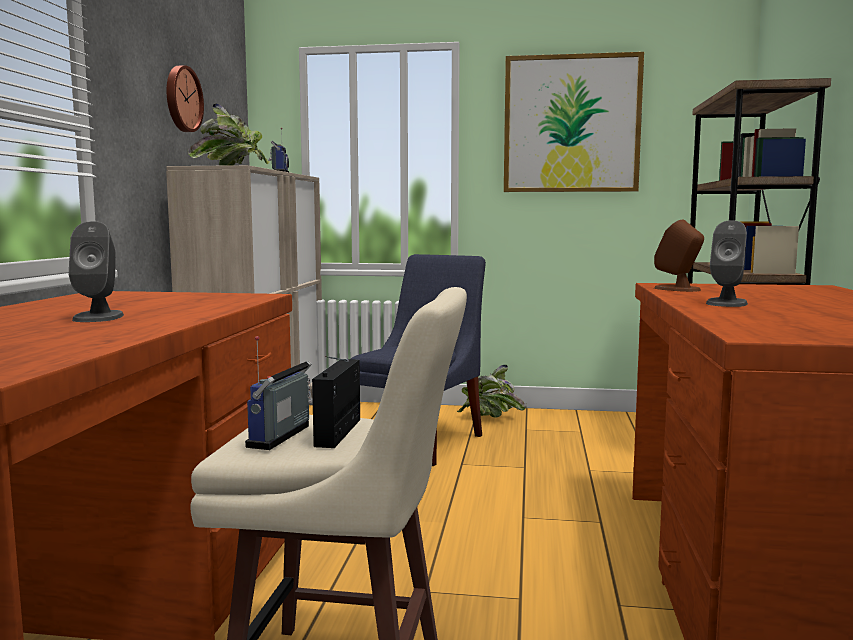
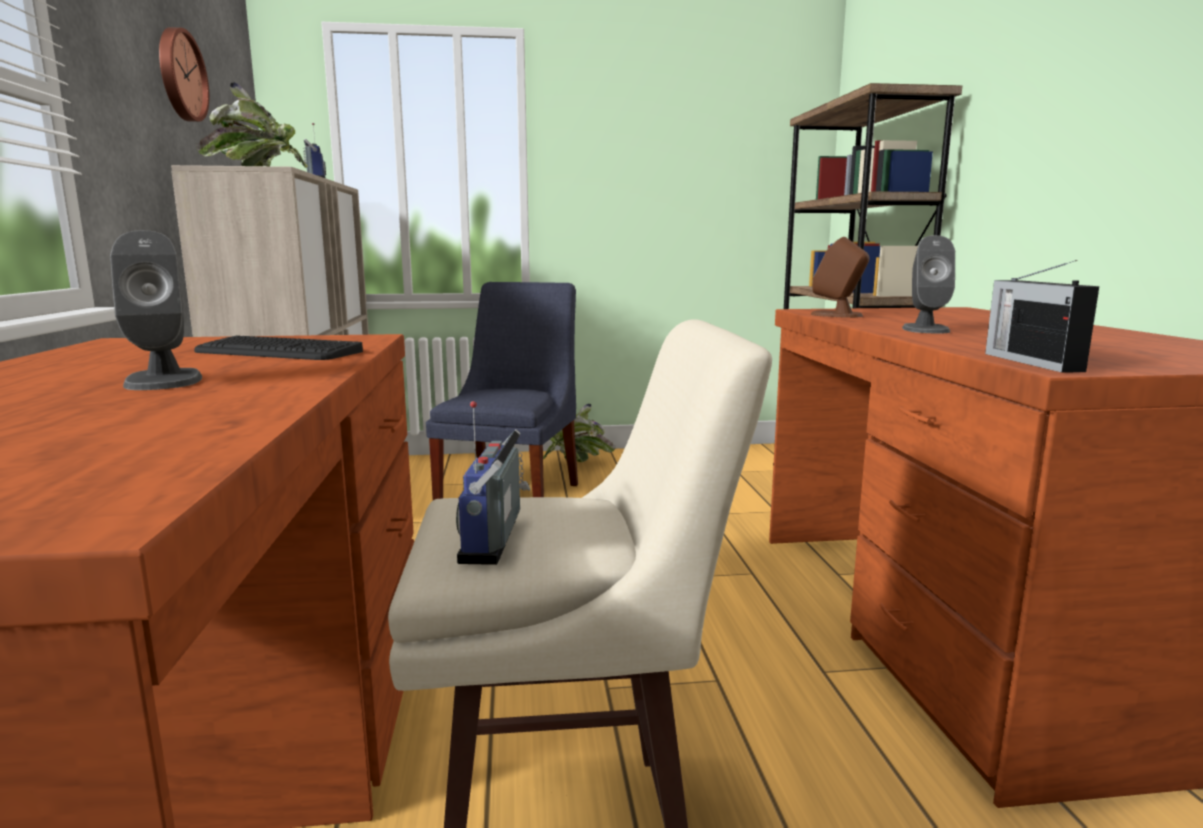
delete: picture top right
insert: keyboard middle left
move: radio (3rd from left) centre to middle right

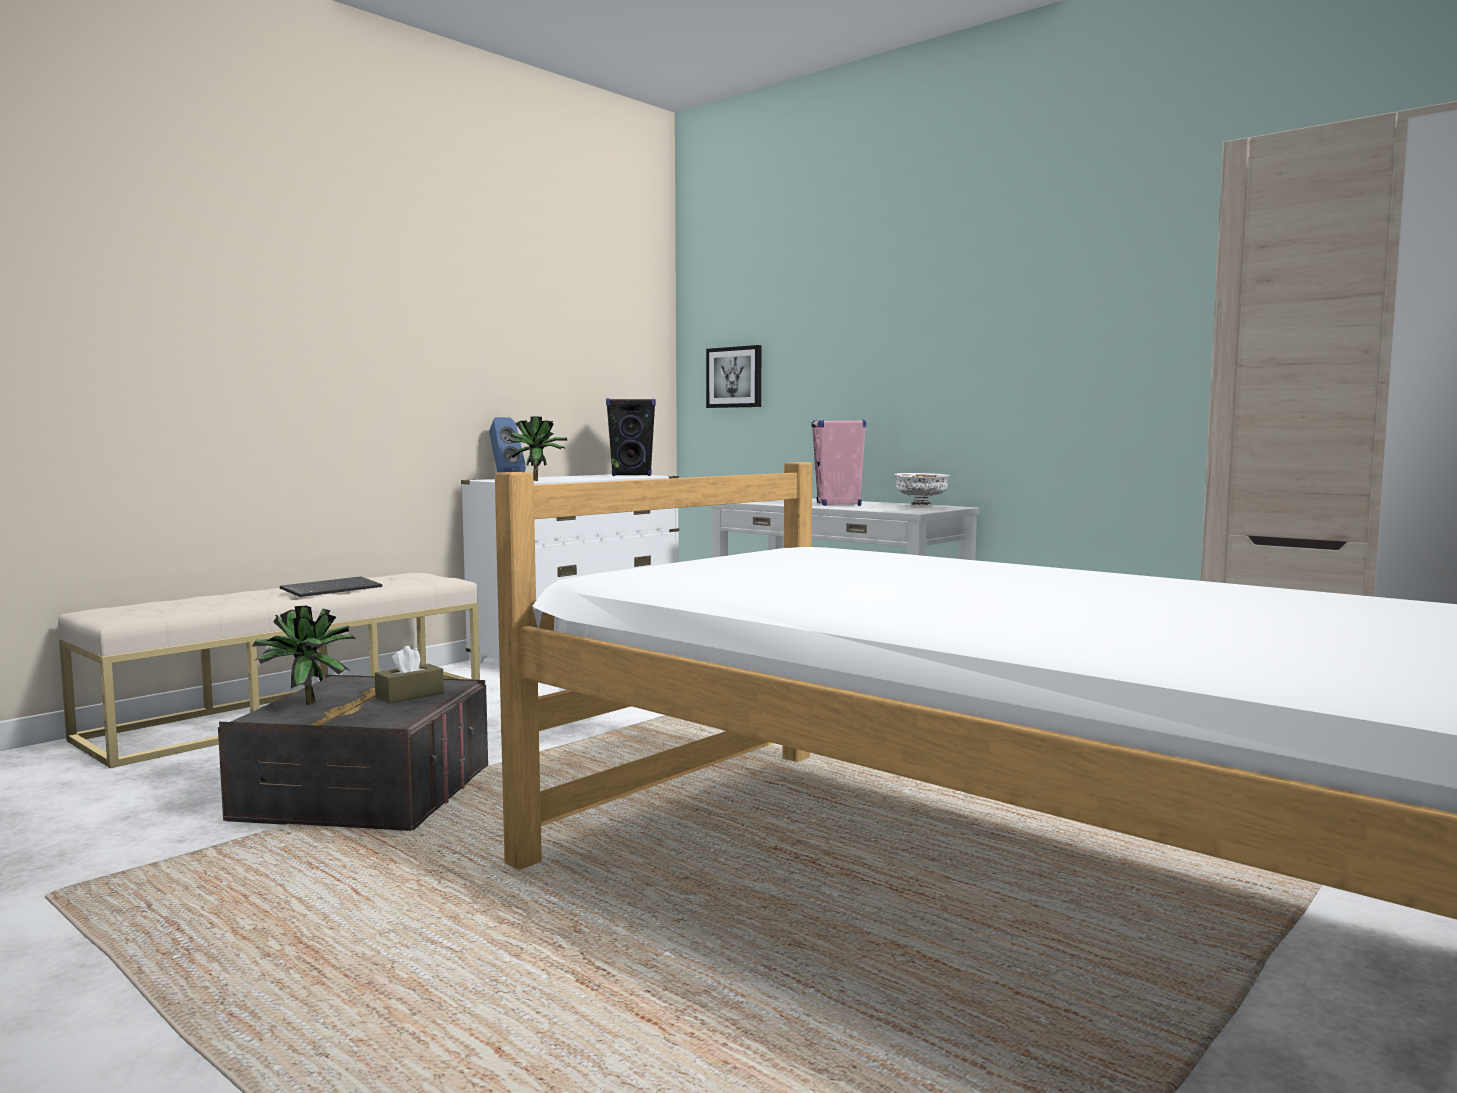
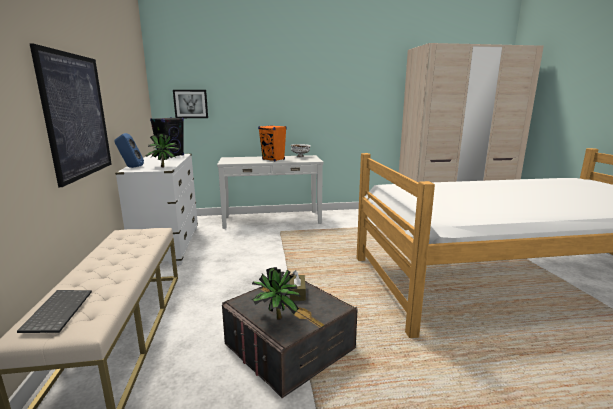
insert: picture (1st from left) top left
move: keyboard middle left to bottom left
recolor: speaker/pink centre to speaker/orange centre

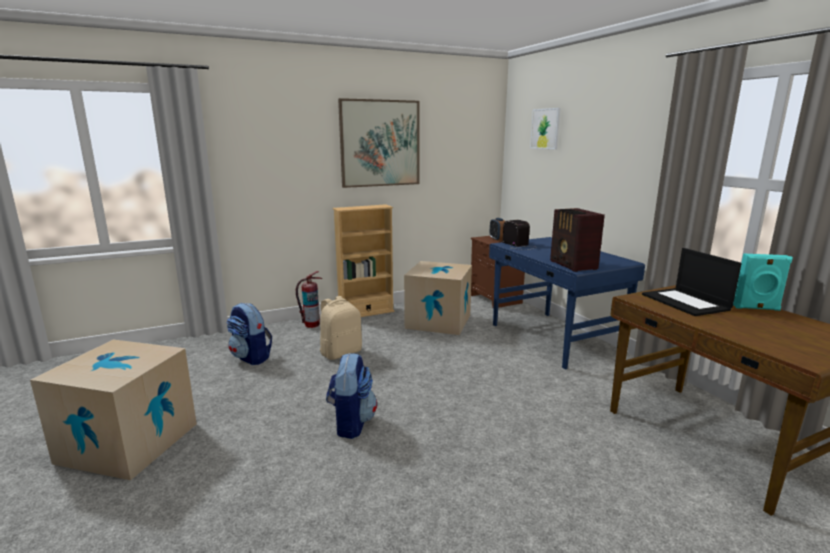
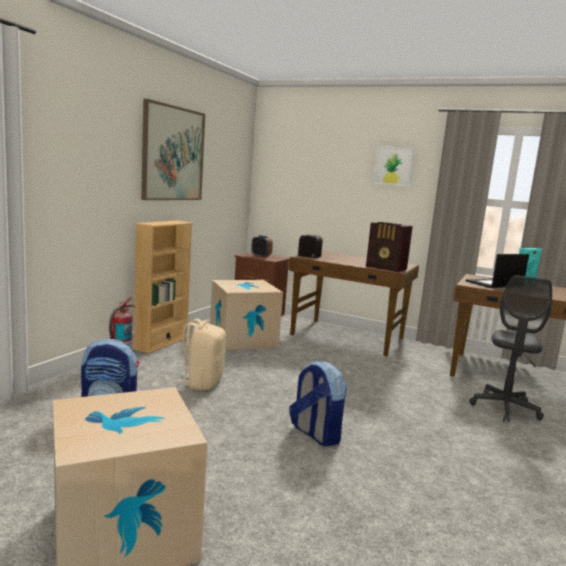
insert: office chair/grey middle right
move: picture (2nd from left) top centre to top right
recolor: desk/blue middle right to desk/brown (1st from left) centre
rotate: laptop middle right = middle right 120 degrees clockwise

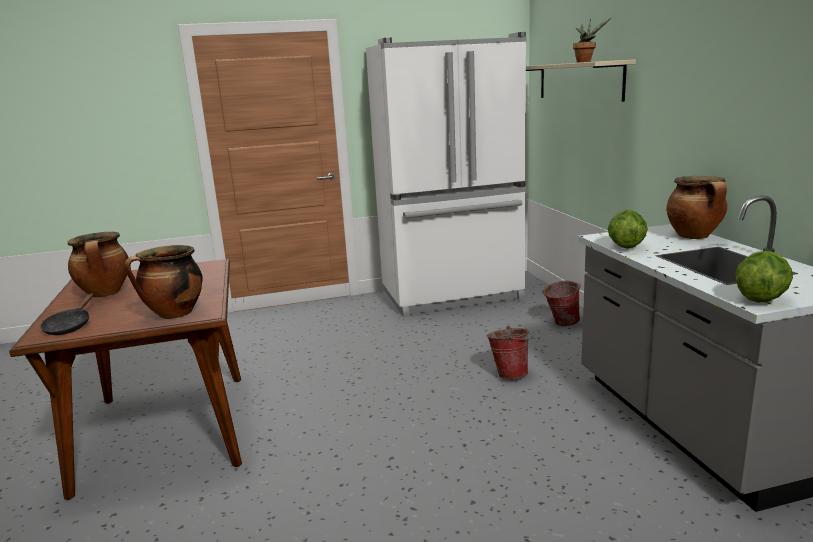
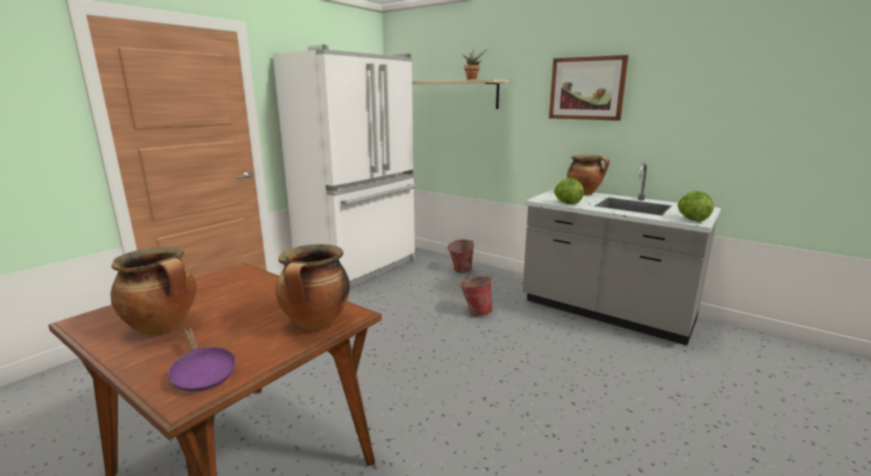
insert: picture top right
recolor: frying pan/black middle left to frying pan/purple bottom left

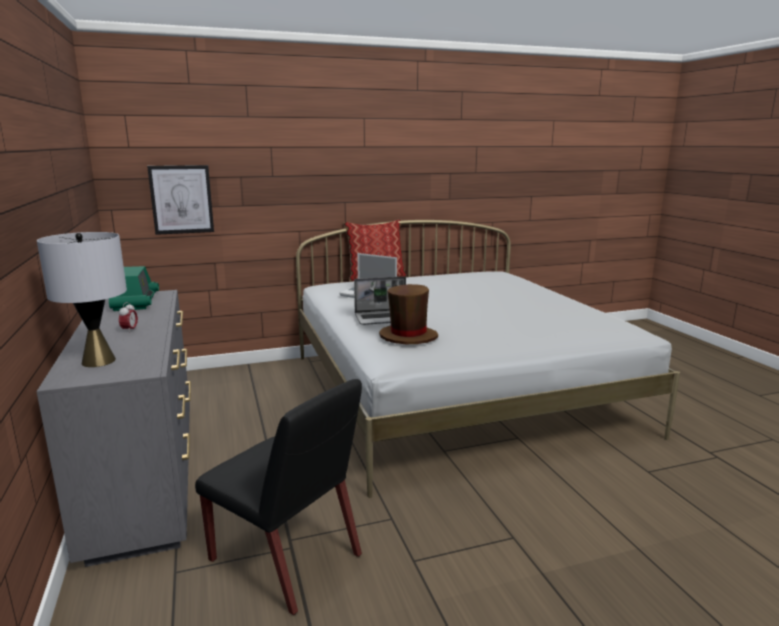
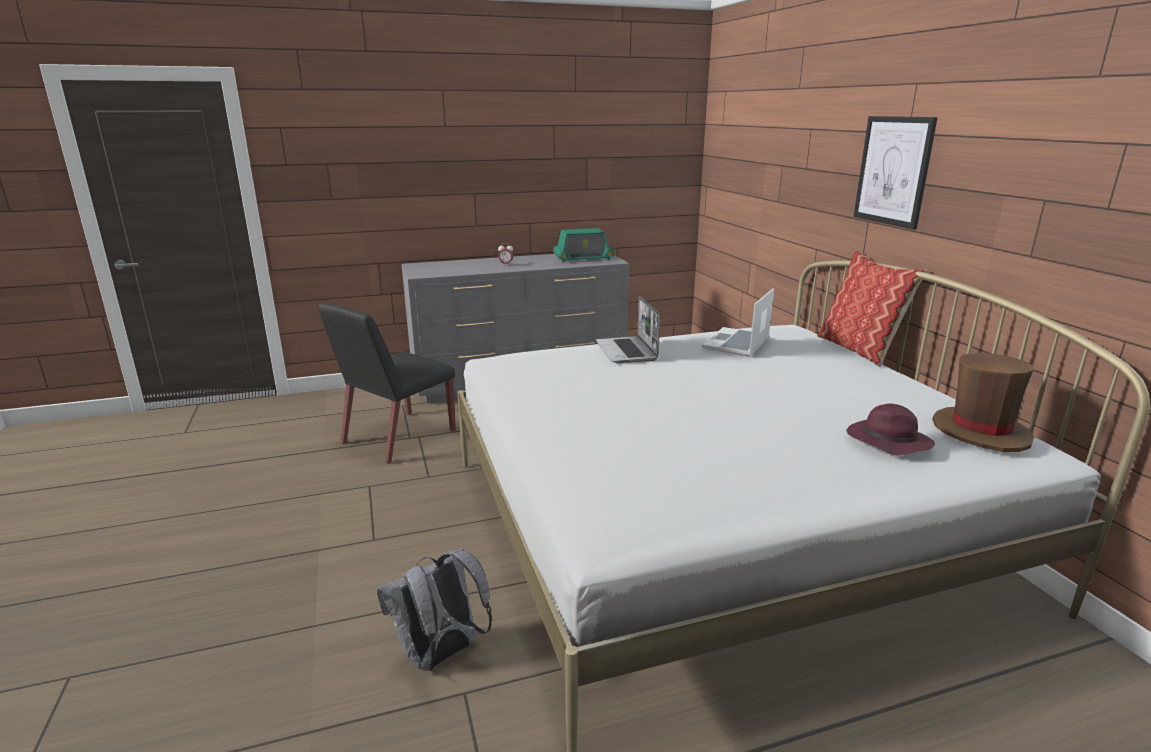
delete: table lamp/grey middle left
insert: backpack/grey bottom centre; hat/purple middle right
move: picture top left to top right; hat/brown centre to middle right

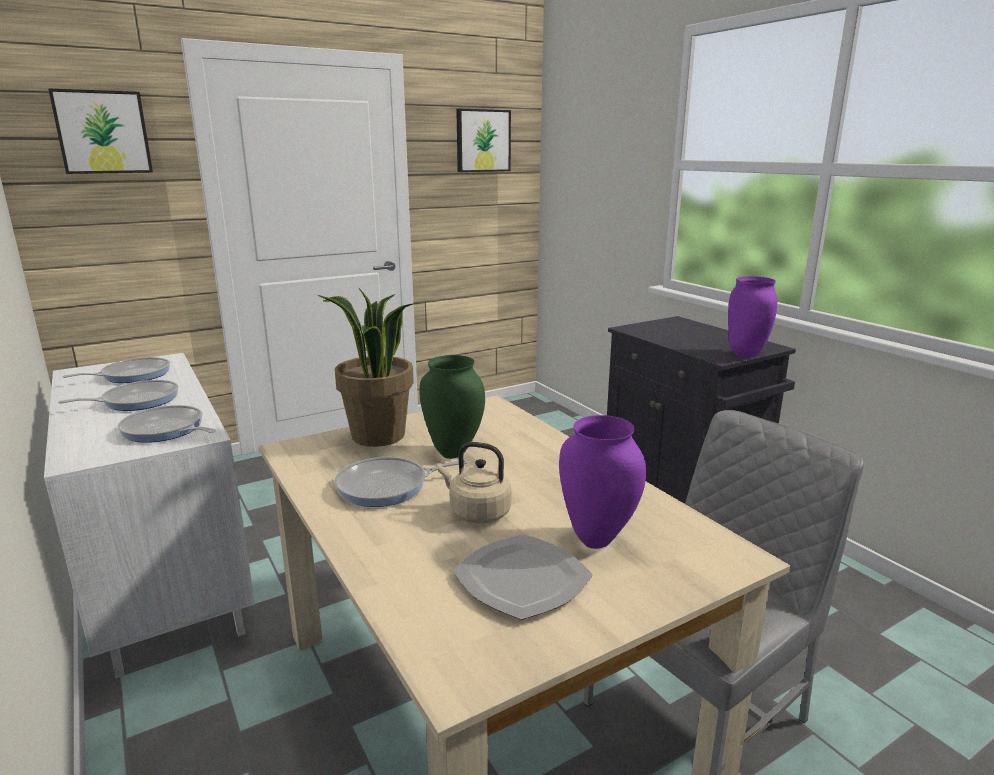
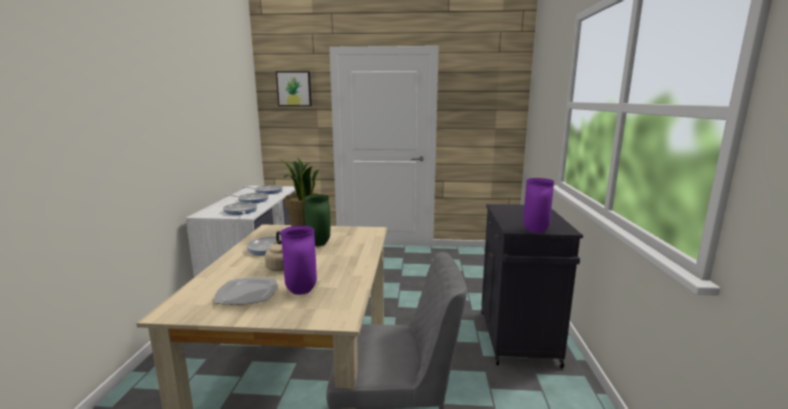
delete: picture (2nd from left) top centre

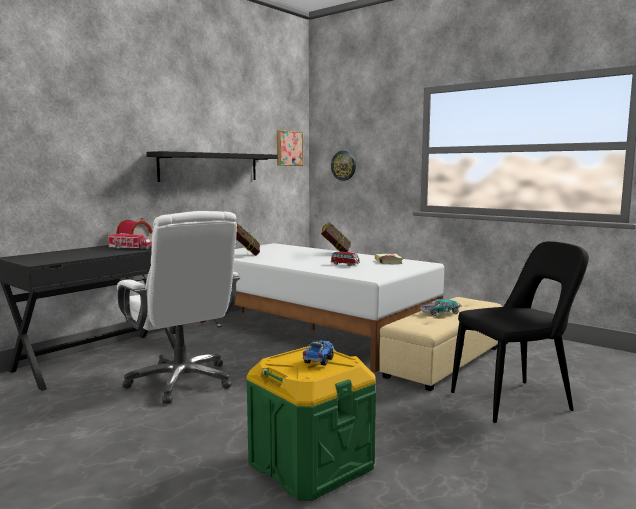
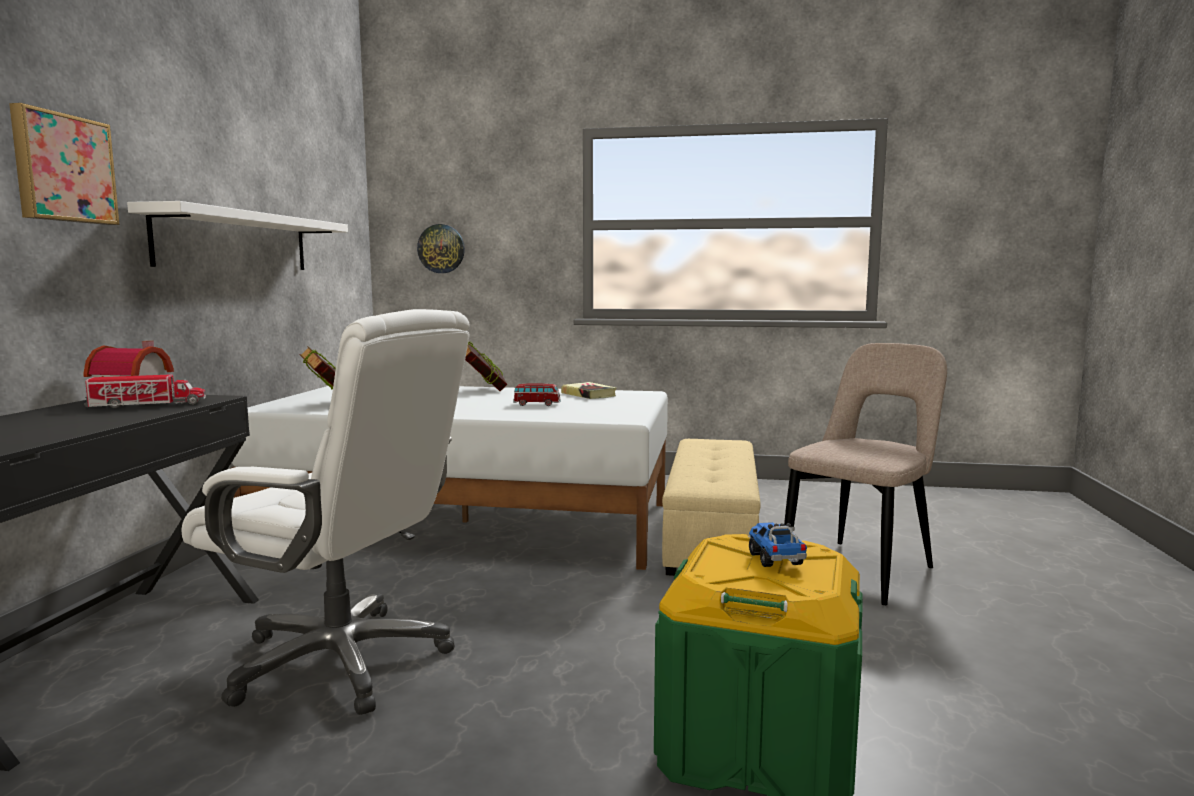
delete: toy car (2nd from left) middle right
move: picture top centre to top left
recolor: shelf/black top centre to shelf/white top left; chair/black middle right to chair/beige middle right

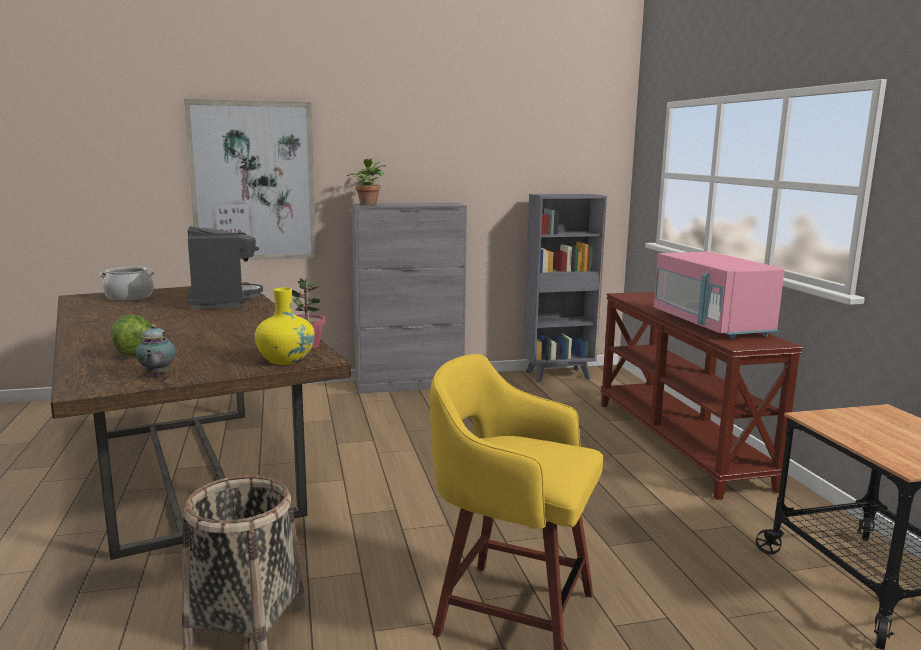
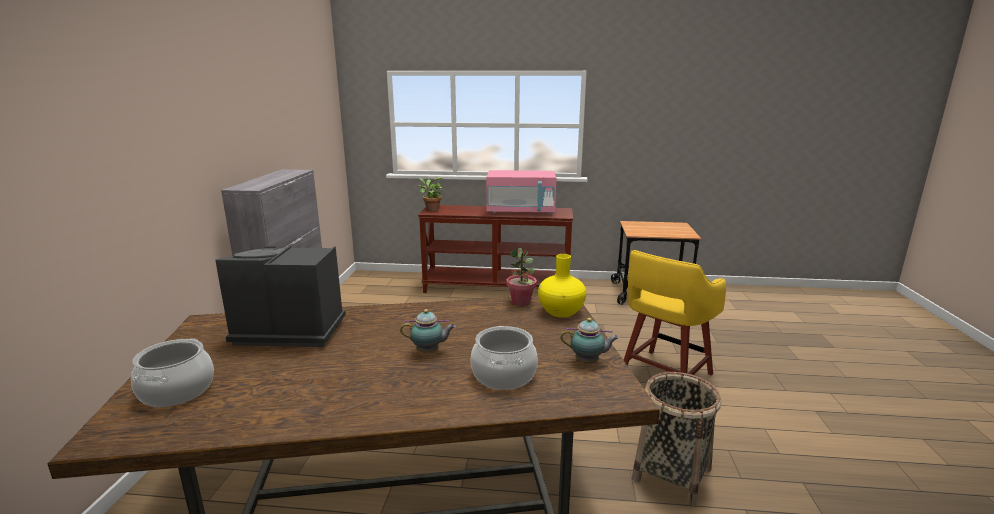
delete: picture top left; bookcase/grey centre
insert: teapot (1st from left) centre
move: potted plant (2nd from left in the first image) top centre to potted plant (1st from left) centre
replace: lettuce middle left to cooking pot (2nd from left) bottom centre

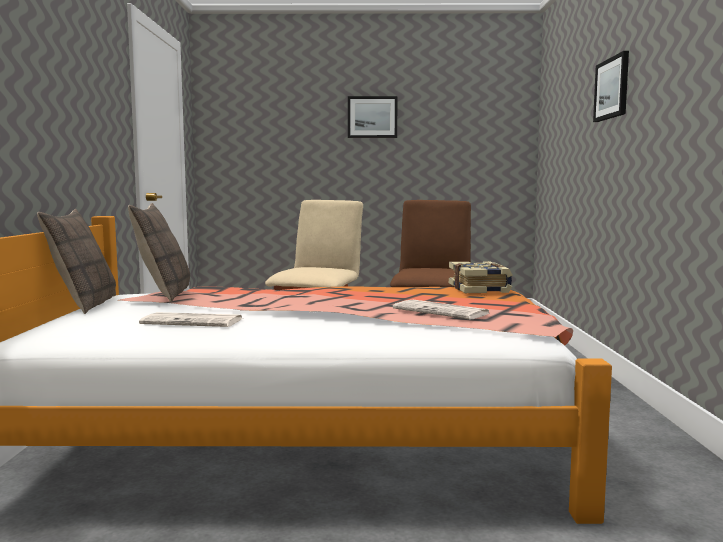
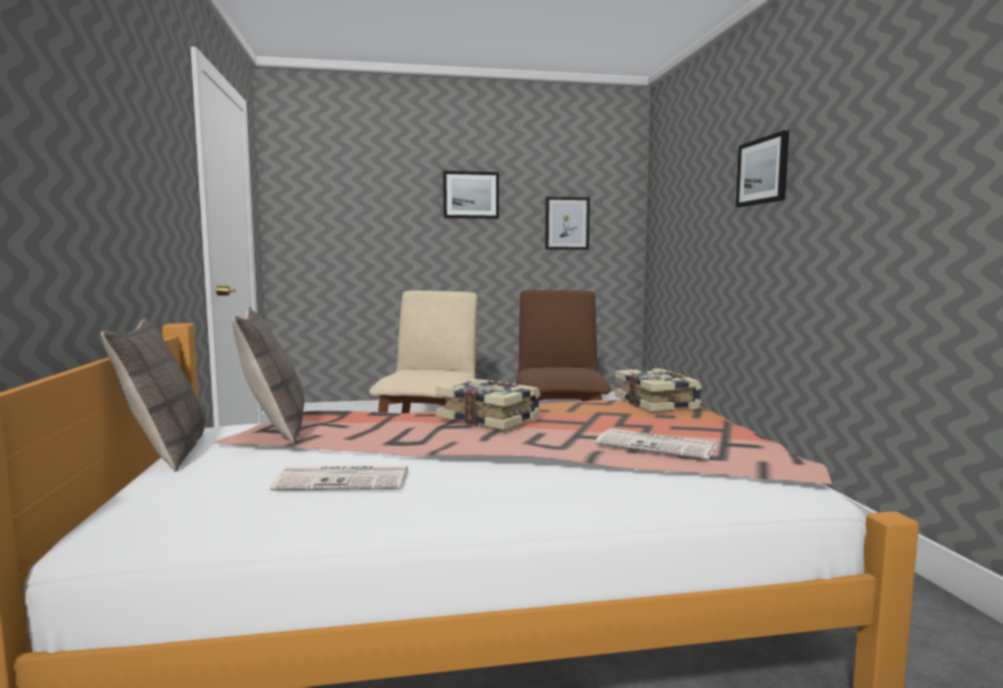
insert: book (1st from left) centre; picture (2nd from left) top centre

